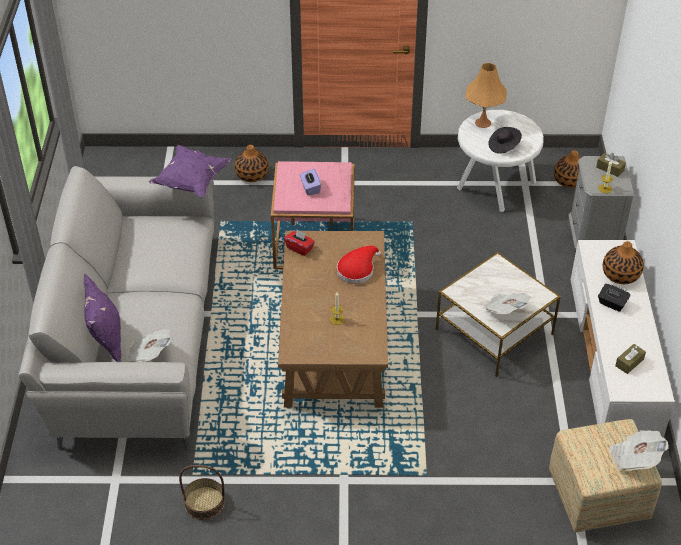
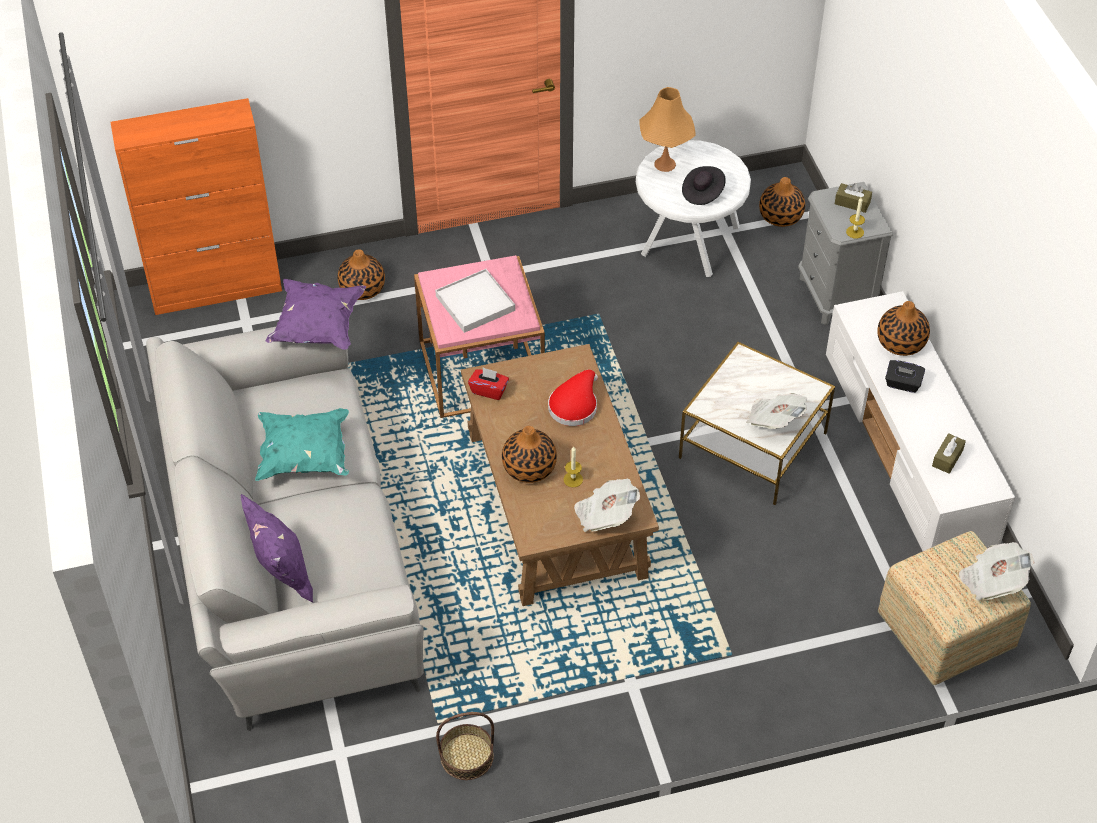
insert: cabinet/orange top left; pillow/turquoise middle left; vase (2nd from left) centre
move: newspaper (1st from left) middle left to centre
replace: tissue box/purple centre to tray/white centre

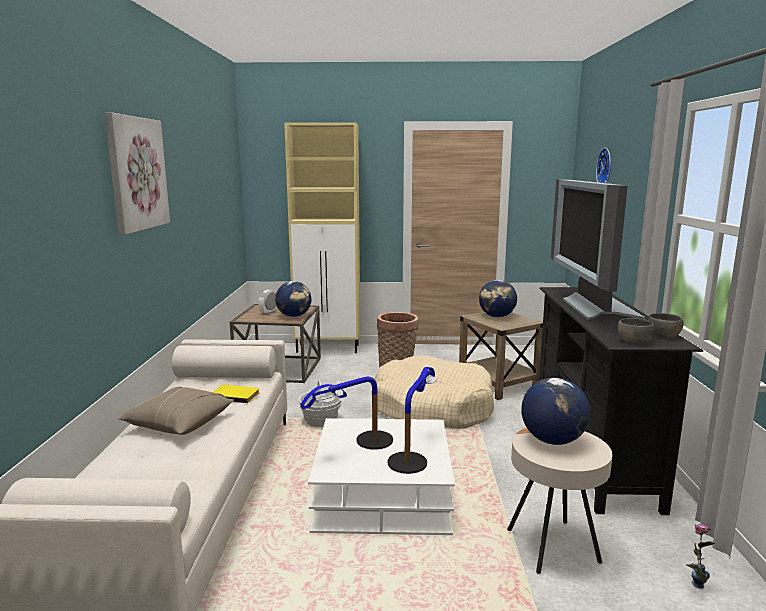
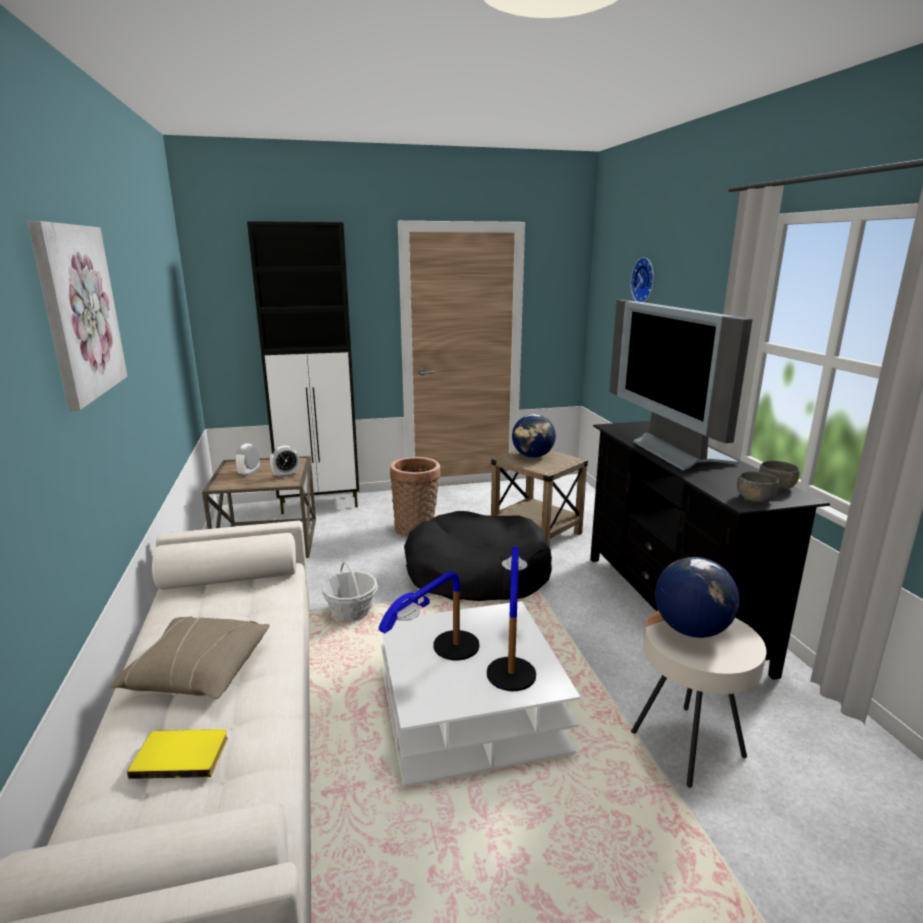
delete: vase bottom right
move: book/yellow middle left to bottom left
replace: globe (1st from left) centre to alarm clock (2nd from left) middle left
recolor: cabinet/beige centre to cabinet/black middle left; dog bed/beige centre to dog bed/black centre

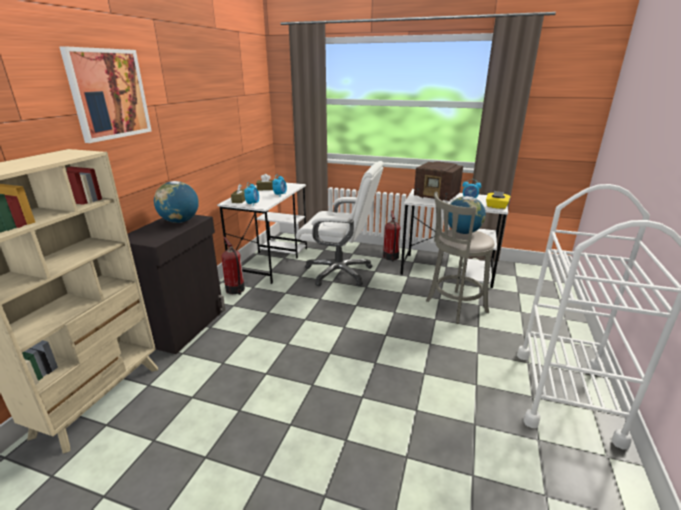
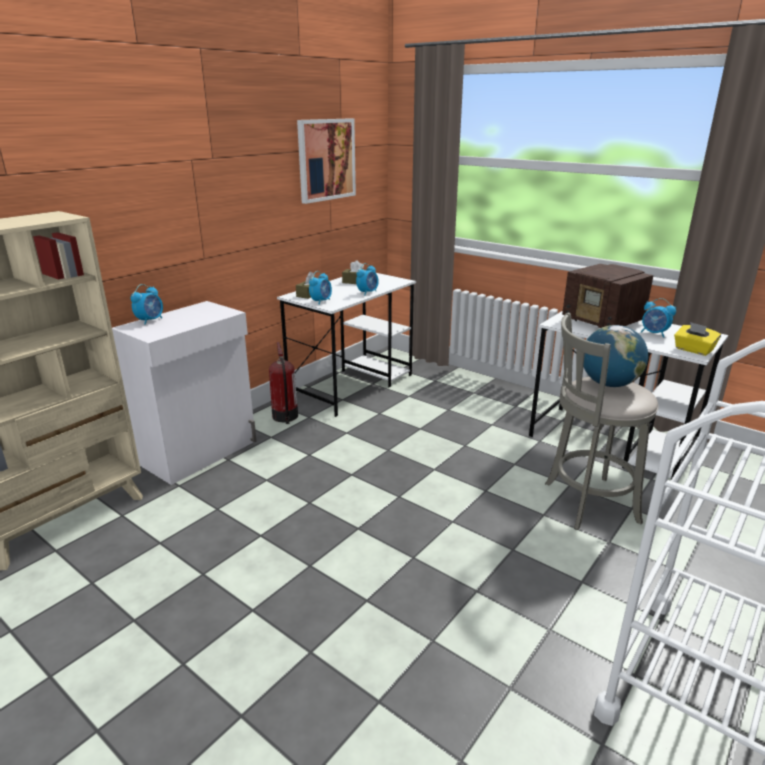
delete: globe (1st from left) middle left; office chair/white centre; fire extinguisher (2nd from left) centre
insert: alarm clock (1st from left) middle left
move: picture top left to top centre
recolor: cabinet/black middle left to cabinet/white middle left

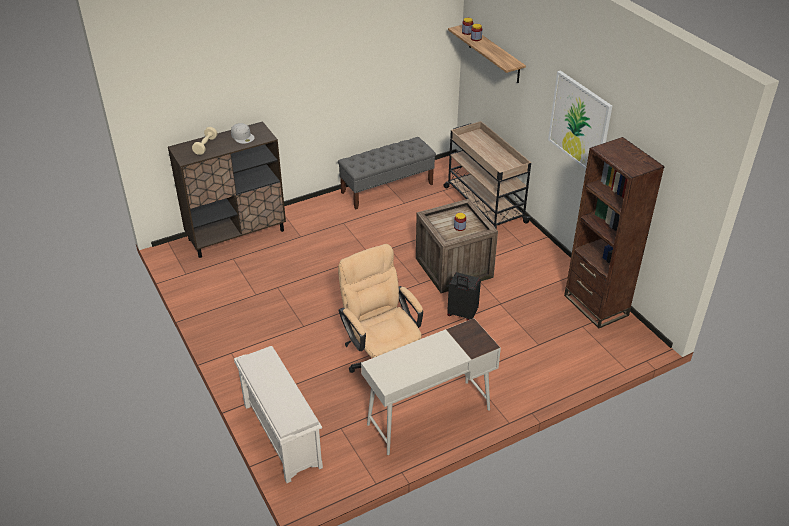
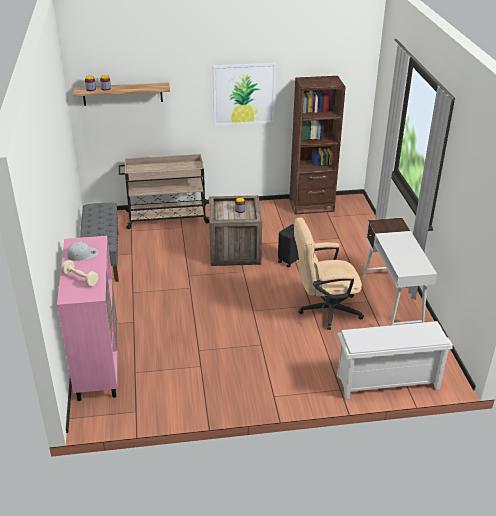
recolor: cabinet/brown middle left to cabinet/pink middle left

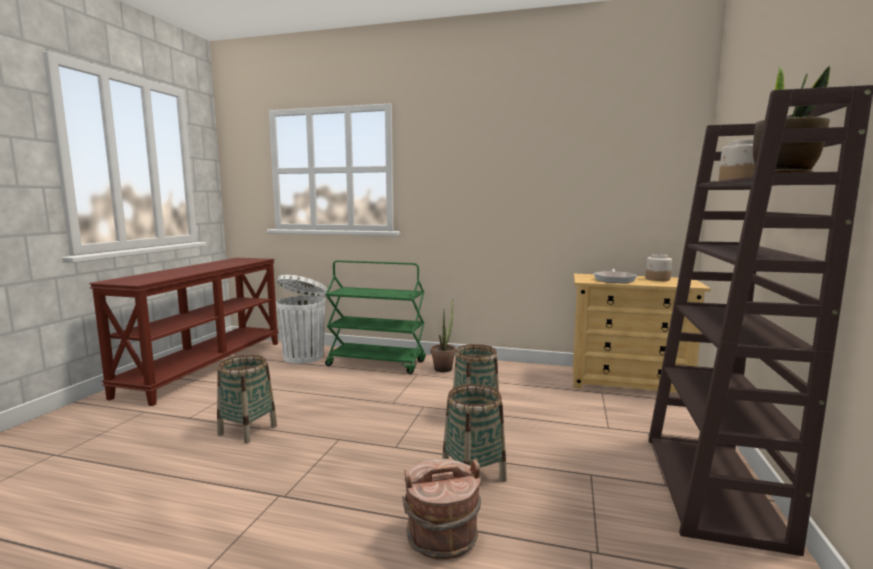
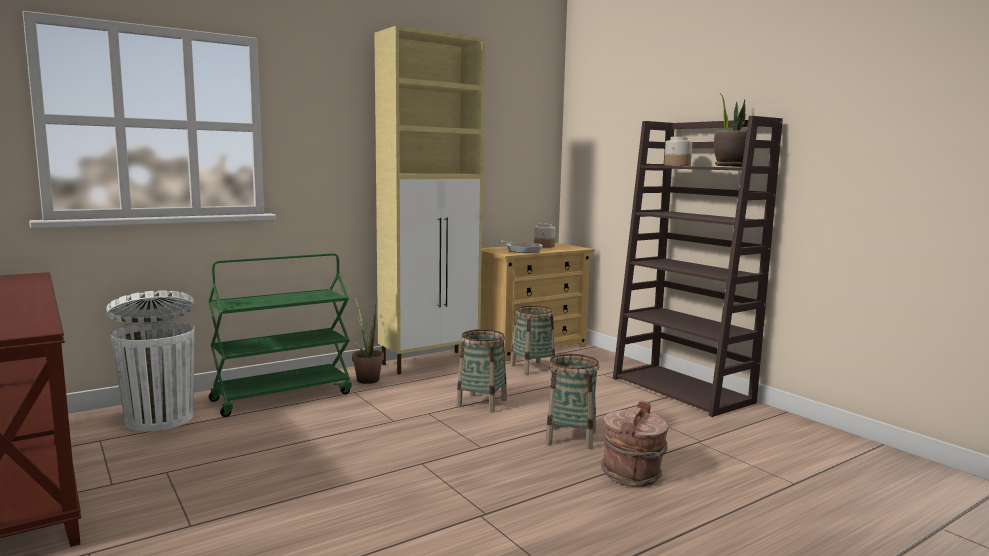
insert: cabinet/beige centre
move: basket (1st from left in the first image) bottom left to basket (2nd from left) centre

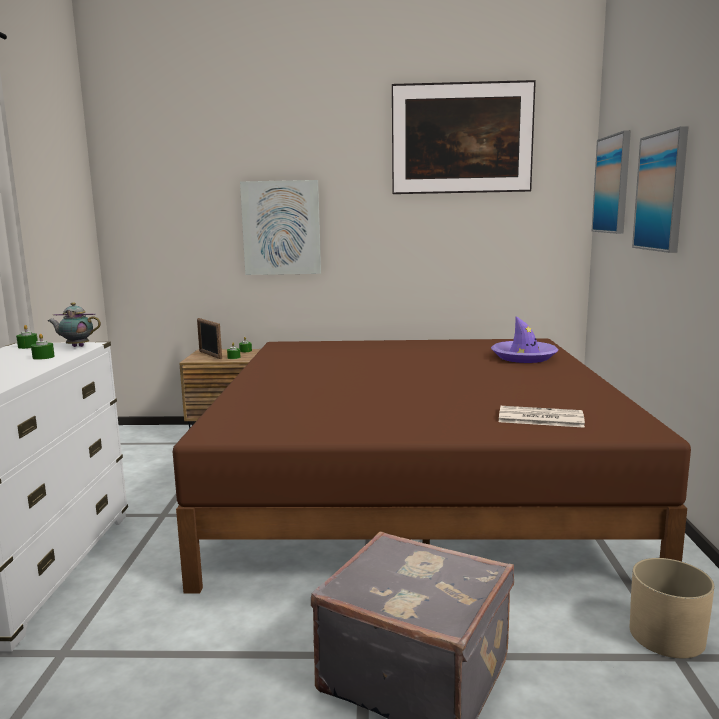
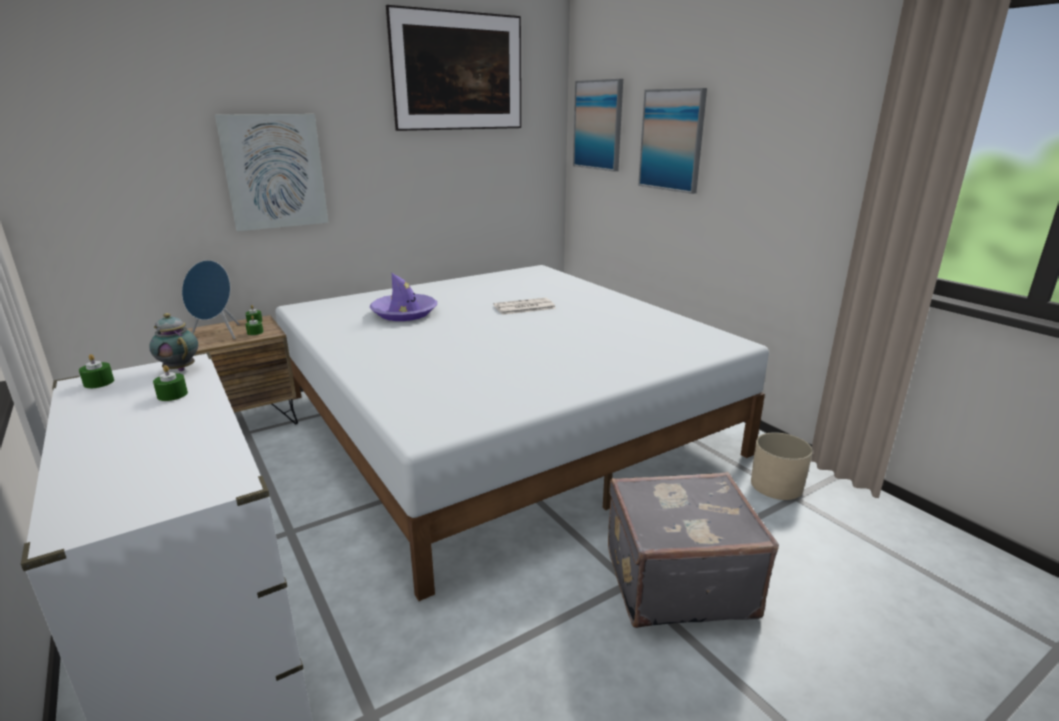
move: hat/purple middle right to centre; newspaper middle right to centre
replace: picture frame middle left to speaker/blue middle left
recolor: bed/brown centre to bed/white centre
rotate: teapot middle left = middle left 75 degrees clockwise

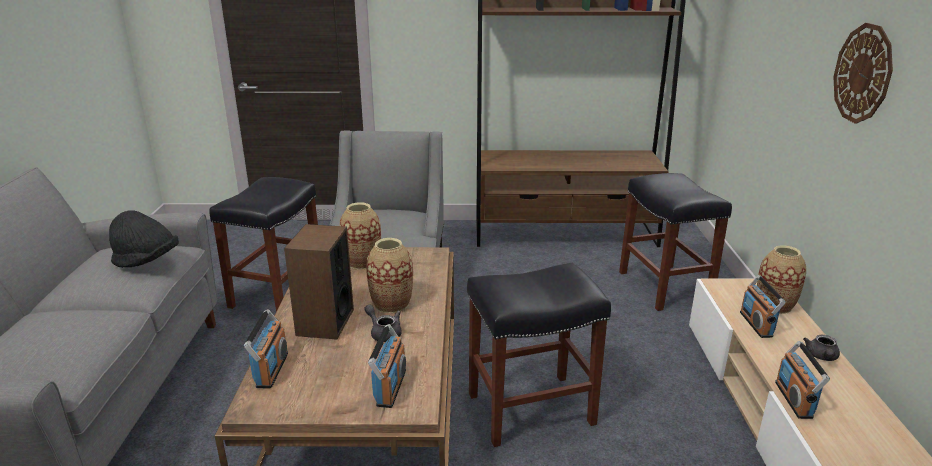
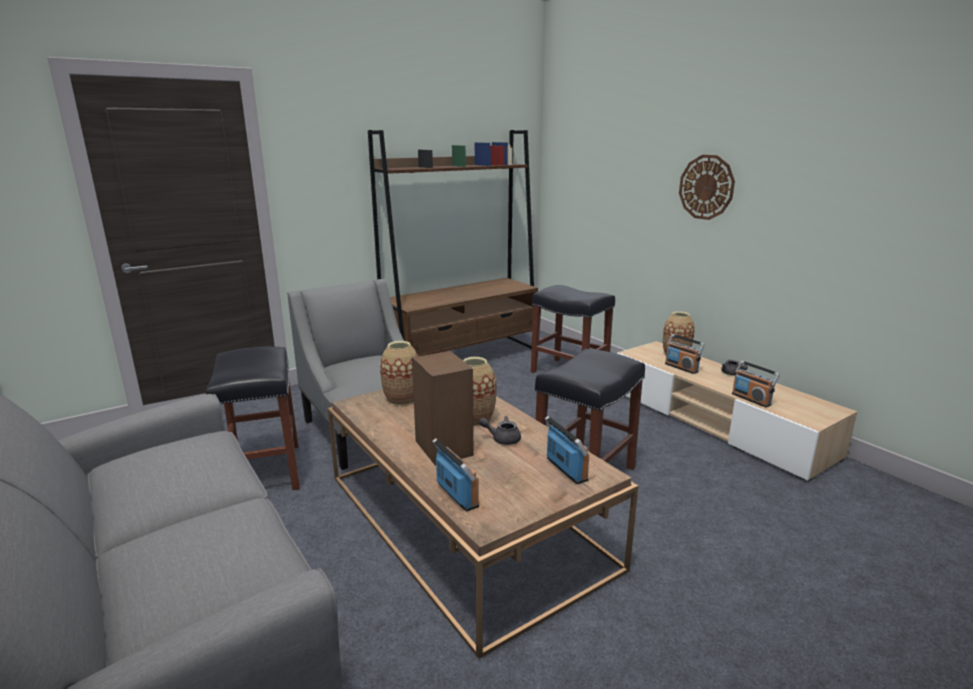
delete: hat/black middle left

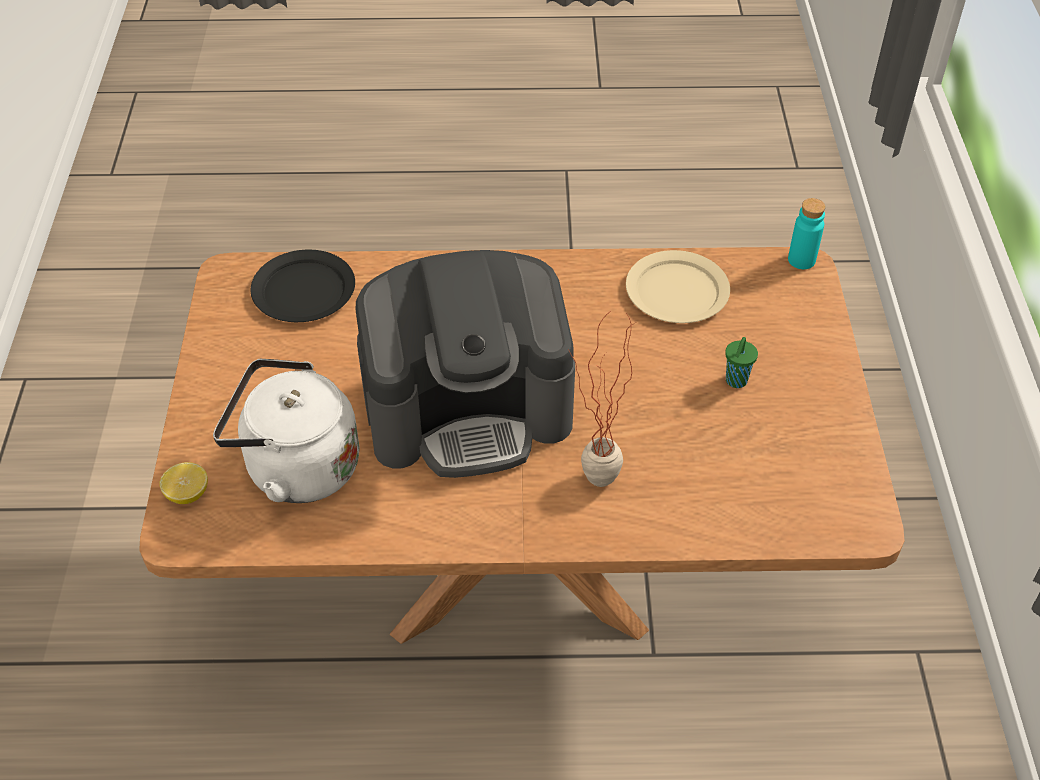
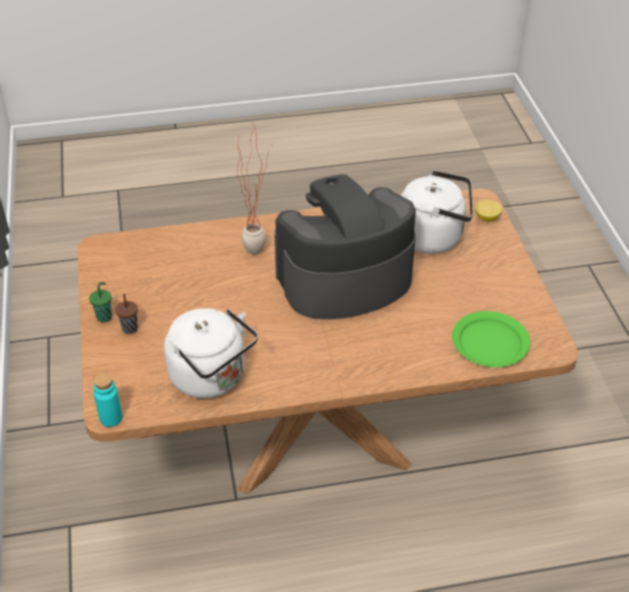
insert: cup/brown middle left
move: cup/green middle right to middle left
replace: plate/beige centre to kettle/white (1st from left) centre
recolor: plate/black middle left to plate/green middle right

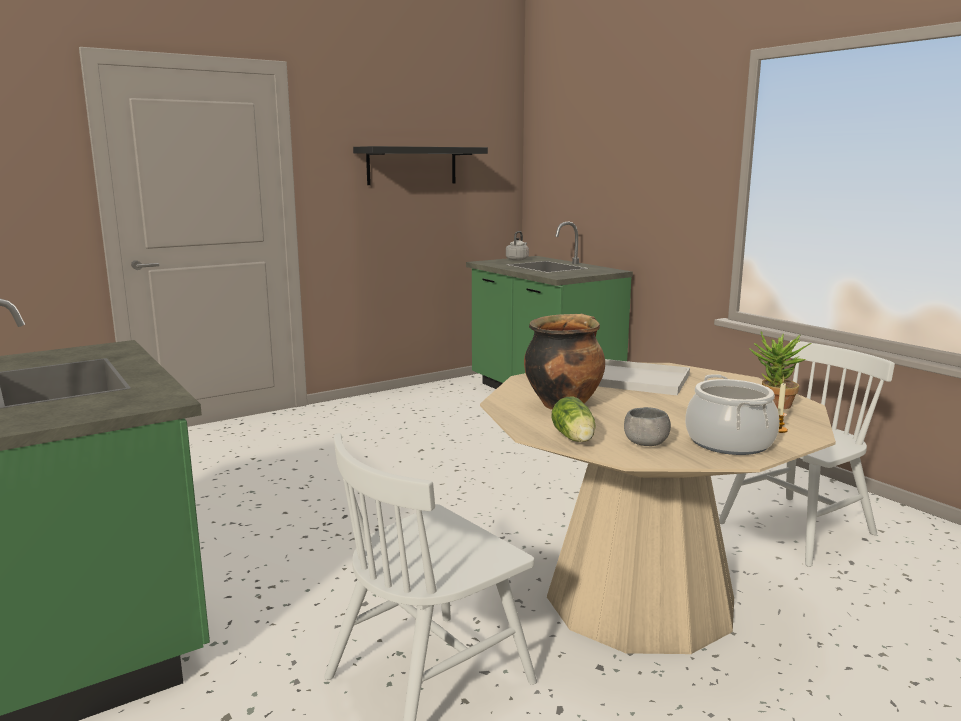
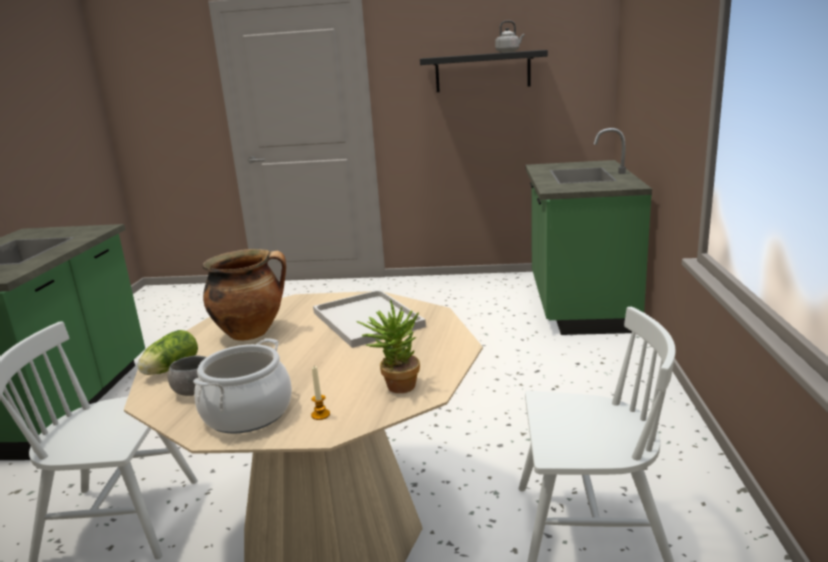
move: kettle/grey centre to top centre

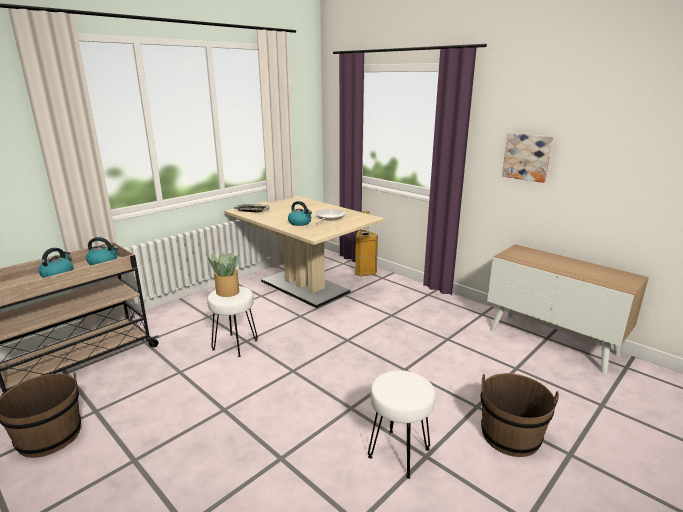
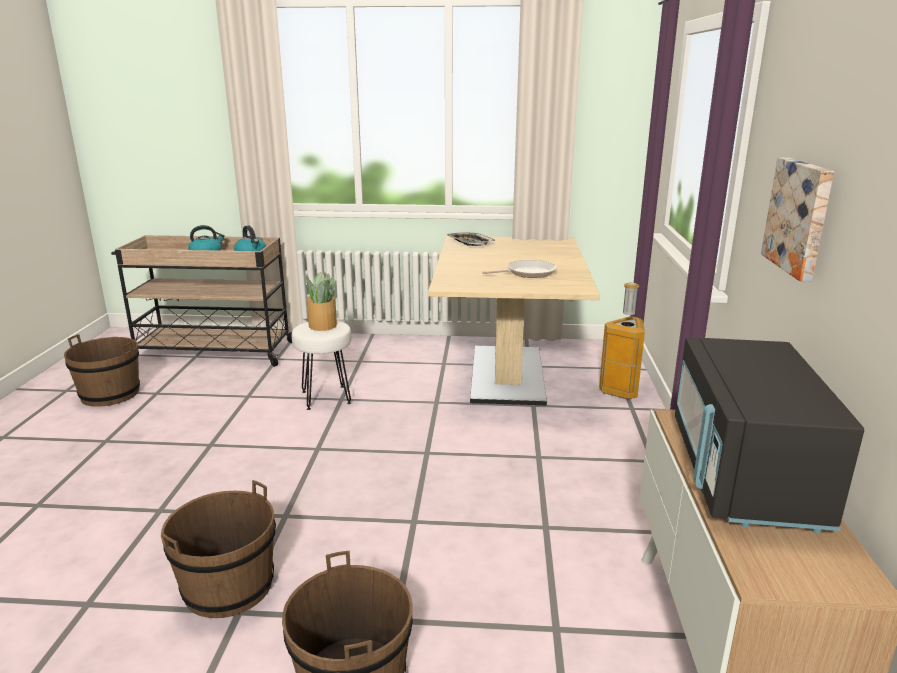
delete: kettle (3rd from left) centre
insert: microwave/black middle right
replace: stool/white (2nd from left) bottom centre to bucket/brown (2nd from left) bottom left

